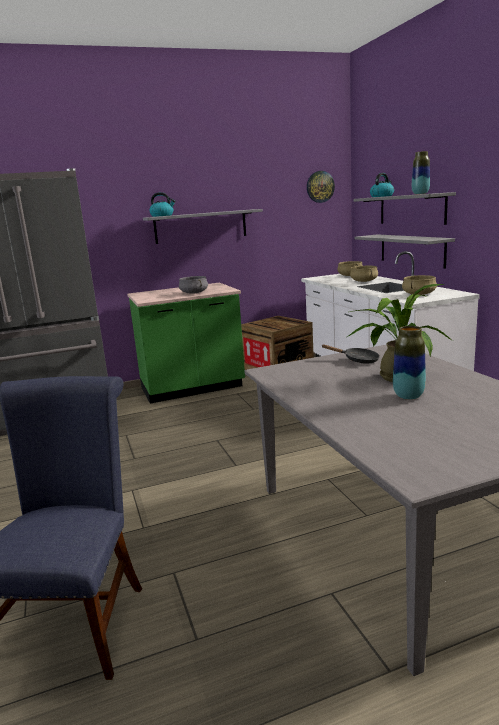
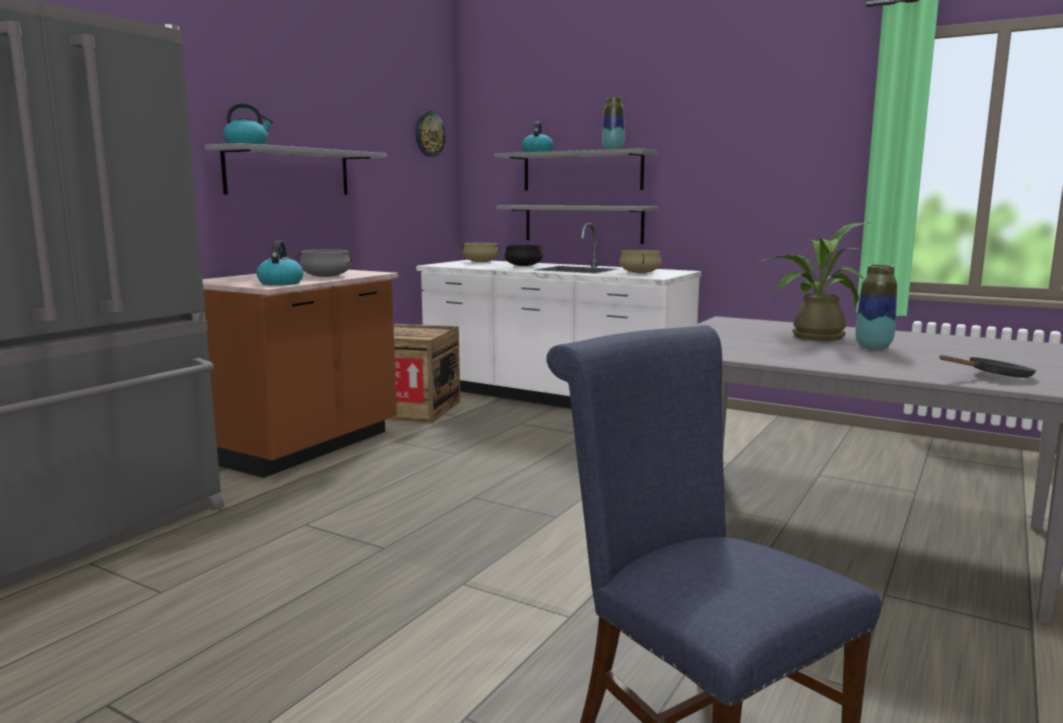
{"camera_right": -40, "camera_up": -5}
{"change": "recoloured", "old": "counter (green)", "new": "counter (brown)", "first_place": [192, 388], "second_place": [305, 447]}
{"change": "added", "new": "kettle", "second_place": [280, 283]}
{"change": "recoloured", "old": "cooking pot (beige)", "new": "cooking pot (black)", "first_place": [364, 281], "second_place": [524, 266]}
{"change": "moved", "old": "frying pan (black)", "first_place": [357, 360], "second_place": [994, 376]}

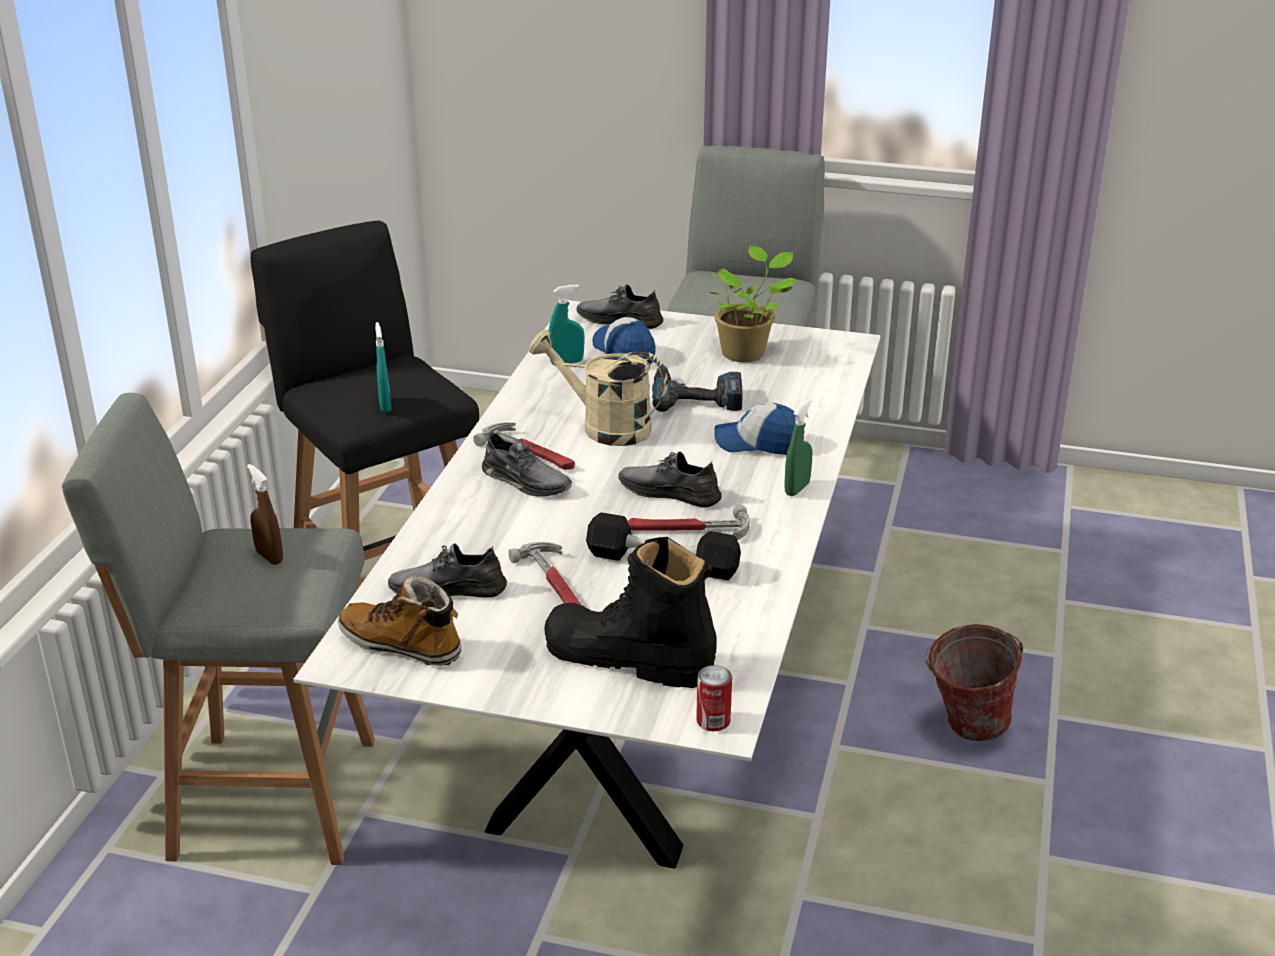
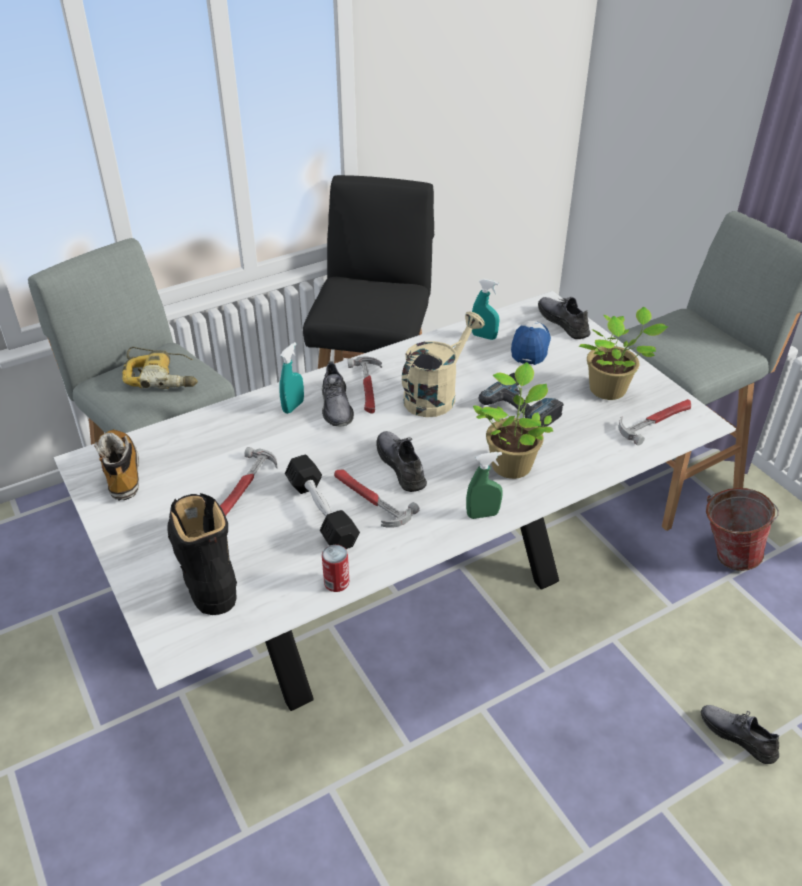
{"camera_right": 45, "camera_up": 10}
{"change": "replaced", "old": "spray bottle (brown)", "new": "power drill", "first_place": [269, 557], "second_place": [162, 376]}
{"change": "moved", "old": "spray bottle (turquoise)", "first_place": [385, 406], "second_place": [293, 406]}
{"change": "moved", "old": "can", "first_place": [713, 721], "second_place": [336, 582]}
{"change": "turned", "old": "watering can (beige)", "first_place": [604, 427], "second_place": [436, 395], "degrees": 60}
{"change": "replaced", "old": "cap", "new": "potted plant", "first_place": [757, 443], "second_place": [511, 463]}
{"change": "added", "new": "hammer", "second_place": [655, 421]}
{"change": "moved", "old": "shoe (grey)", "first_place": [448, 589], "second_place": [738, 736]}
{"change": "moved", "old": "bucket", "first_place": [964, 728], "second_place": [726, 554]}

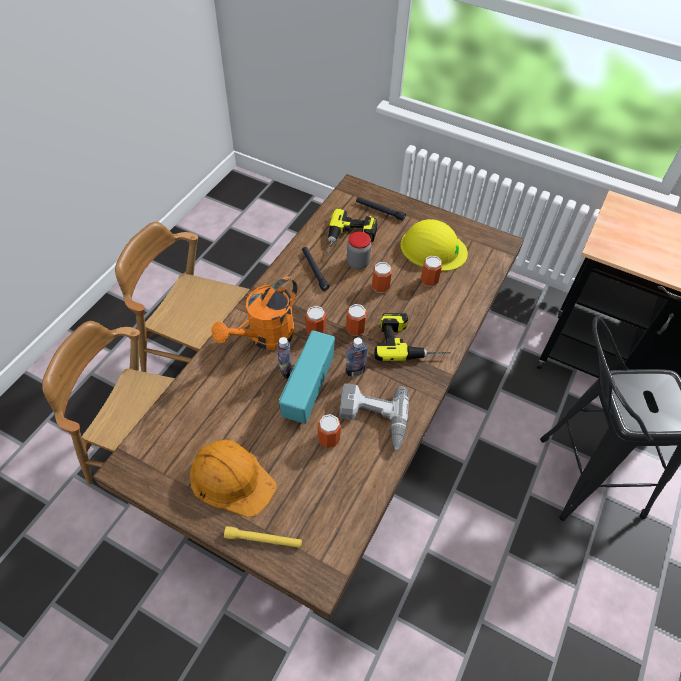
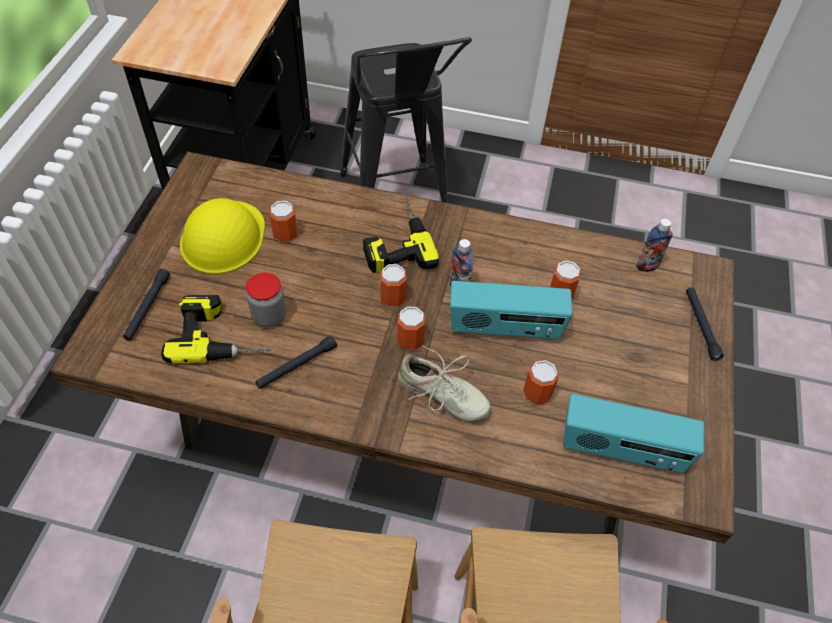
{"camera_right": -105, "camera_up": 0}
{"change": "replaced", "old": "watering can (orange)", "new": "shoe (beige)", "first_place": [265, 338], "second_place": [442, 396]}
{"change": "moved", "old": "can", "first_place": [380, 287], "second_place": [537, 393]}
{"change": "added", "new": "radio", "second_place": [621, 450]}
{"change": "moved", "old": "bottle", "first_place": [285, 371], "second_place": [647, 266]}
{"change": "recoloured", "old": "flashlight (yellow)", "new": "flashlight (black)", "first_place": [263, 539], "second_place": [701, 326]}
{"change": "removed", "old": "hard hat (orange)", "first_place": [231, 478]}
{"change": "removed", "old": "power drill", "first_place": [372, 419]}

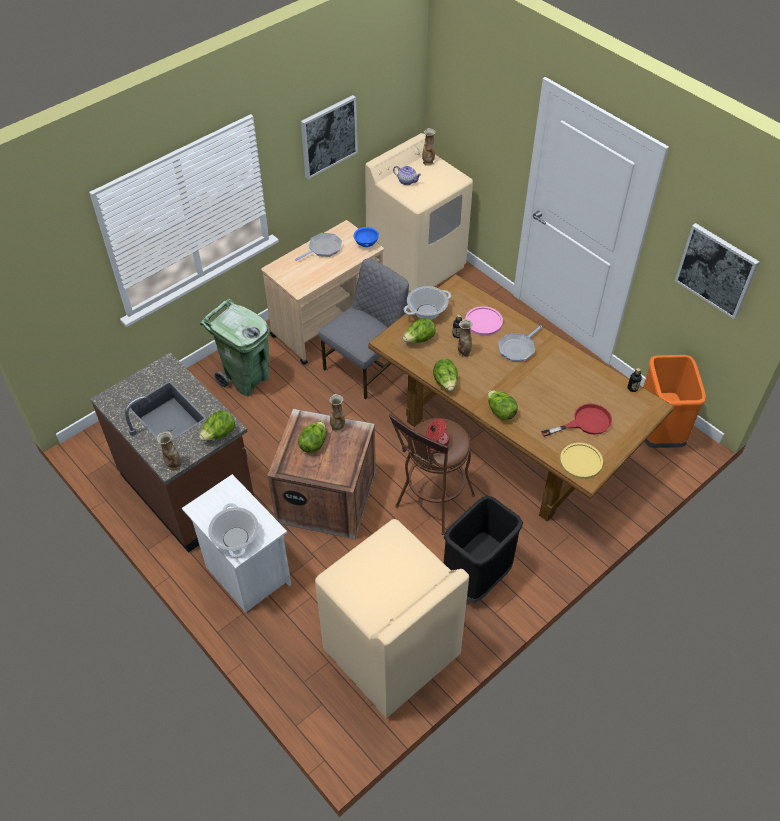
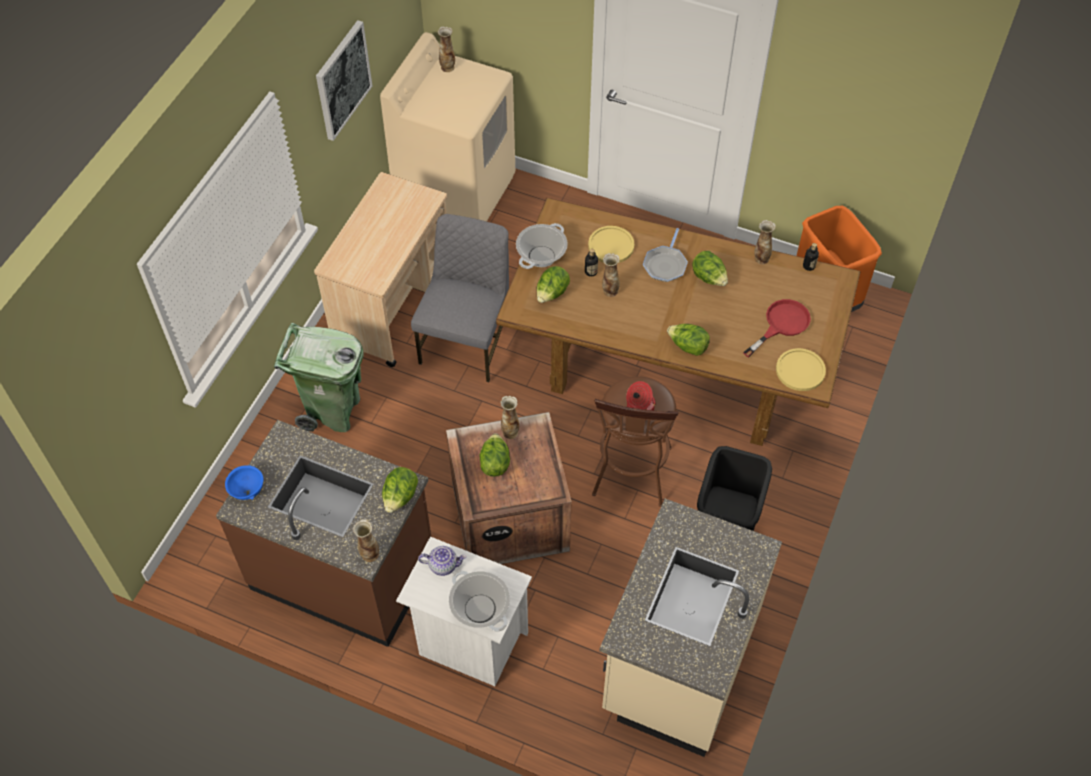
{"camera_right": -25, "camera_up": 5}
{"change": "moved", "old": "bowl (blue)", "first_place": [366, 244], "second_place": [247, 491]}
{"change": "moved", "old": "teapot", "first_place": [407, 181], "second_place": [443, 565]}
{"change": "recoloured", "old": "plate (pink)", "new": "plate (yellow)", "first_place": [483, 322], "second_place": [611, 245]}
{"change": "replaced", "old": "washing machine (beige)", "new": "counter (beige)", "first_place": [390, 655], "second_place": [678, 663]}
{"change": "moved", "old": "lettuce", "first_place": [445, 382], "second_place": [709, 278]}
{"change": "added", "new": "vase", "second_place": [761, 258]}
{"change": "removed", "old": "frying pan", "first_place": [323, 248]}
{"change": "removed", "old": "picture", "first_place": [716, 270]}

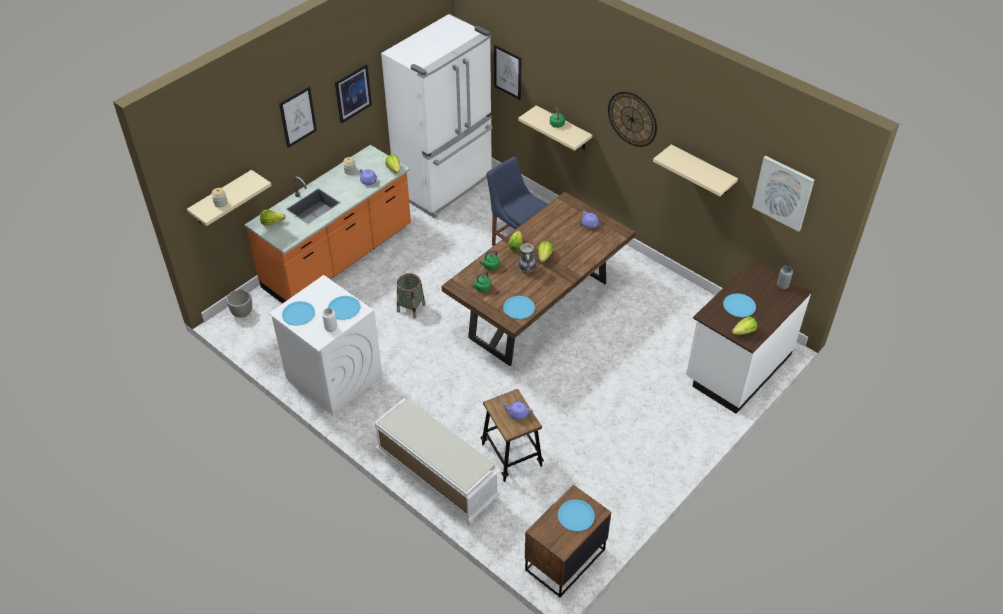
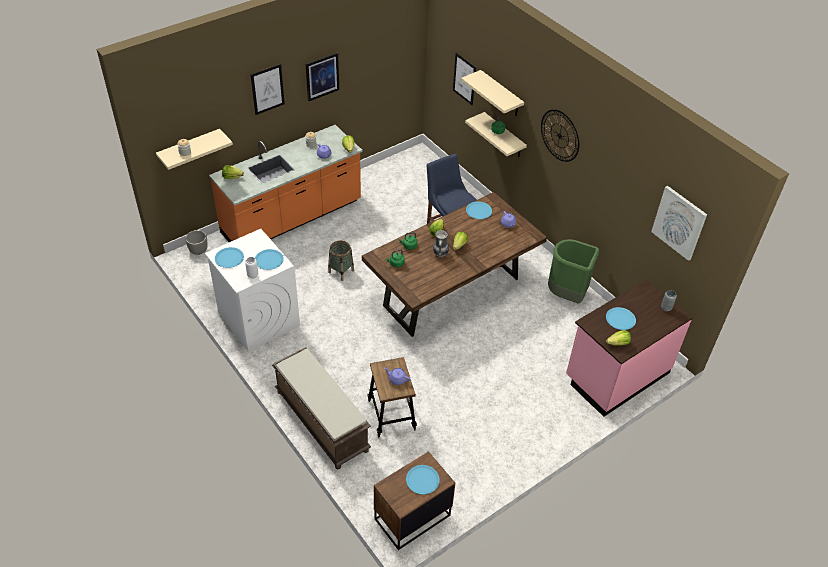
{"camera_right": 10, "camera_up": 0}
{"change": "recoloured", "old": "bench (white)", "new": "bench (brown)", "first_place": [436, 476], "second_place": [320, 420]}
{"change": "moved", "old": "shelf (beige)", "first_place": [702, 170], "second_place": [501, 94]}
{"change": "moved", "old": "plate (blue)", "first_place": [519, 308], "second_place": [478, 211]}
{"change": "added", "new": "trash can (green)", "second_place": [567, 295]}
{"change": "recoloured", "old": "counter (white)", "new": "counter (pink)", "first_place": [737, 367], "second_place": [616, 375]}
{"change": "removed", "old": "fridge (white)", "first_place": [446, 186]}

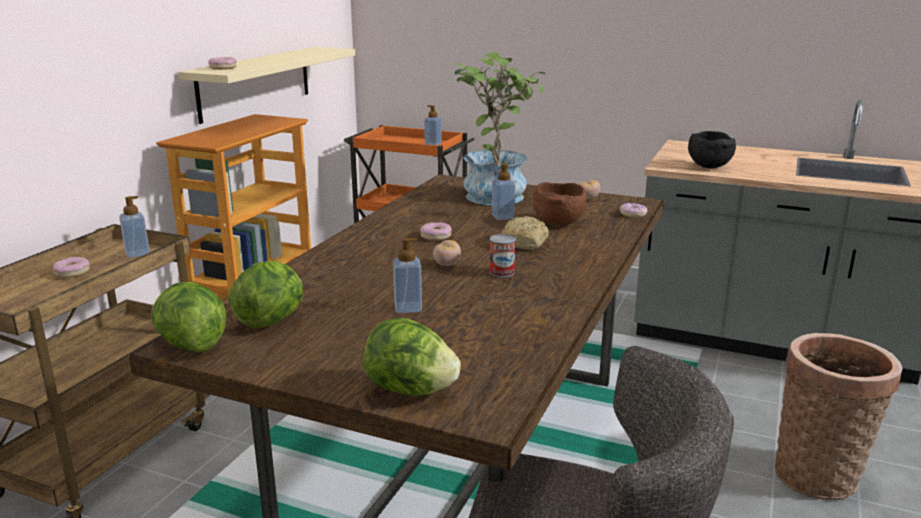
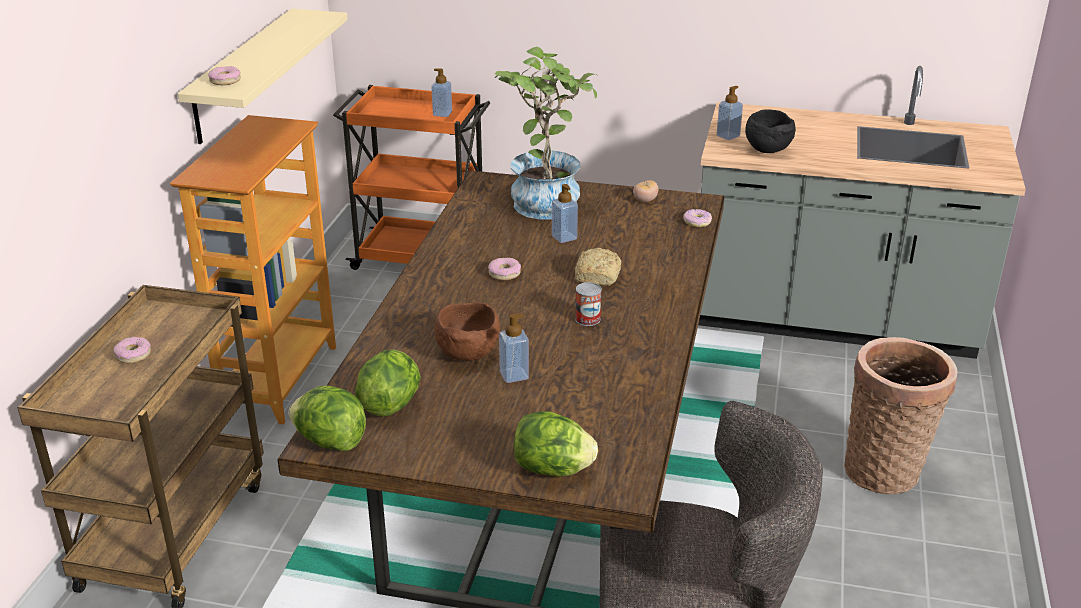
{"camera_right": -10, "camera_up": 10}
{"change": "moved", "old": "bowl (brown)", "first_place": [558, 223], "second_place": [468, 353]}
{"change": "moved", "old": "soap dispenser", "first_place": [137, 253], "second_place": [728, 136]}
{"change": "removed", "old": "tomato", "first_place": [447, 264]}

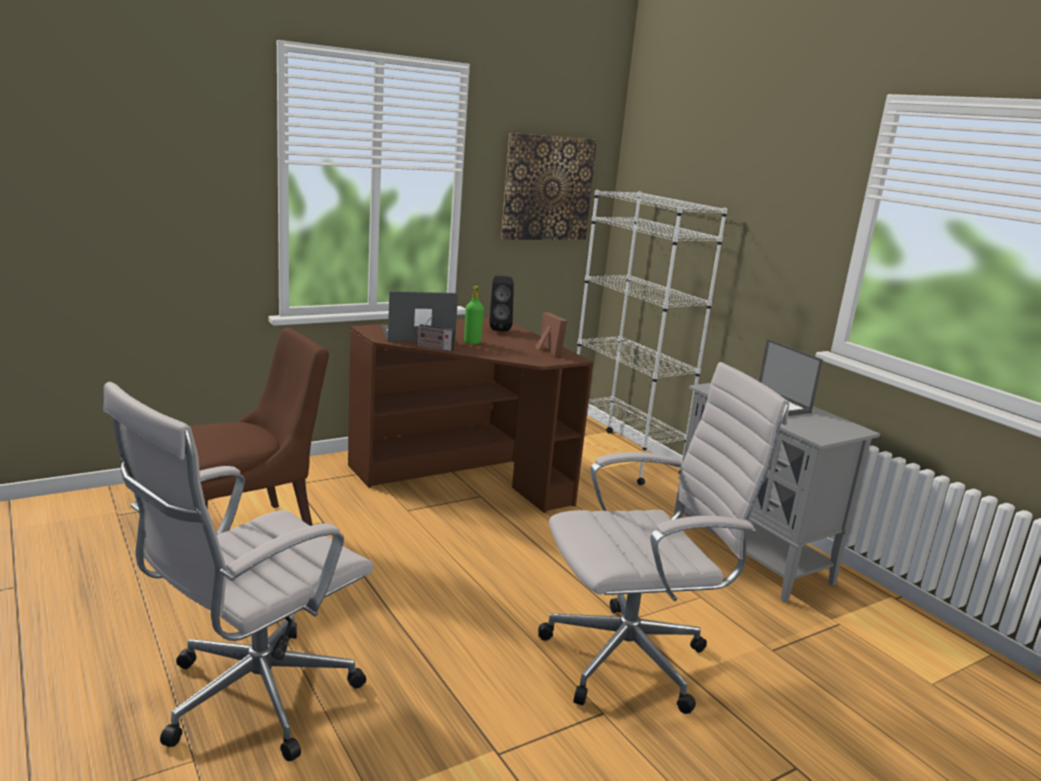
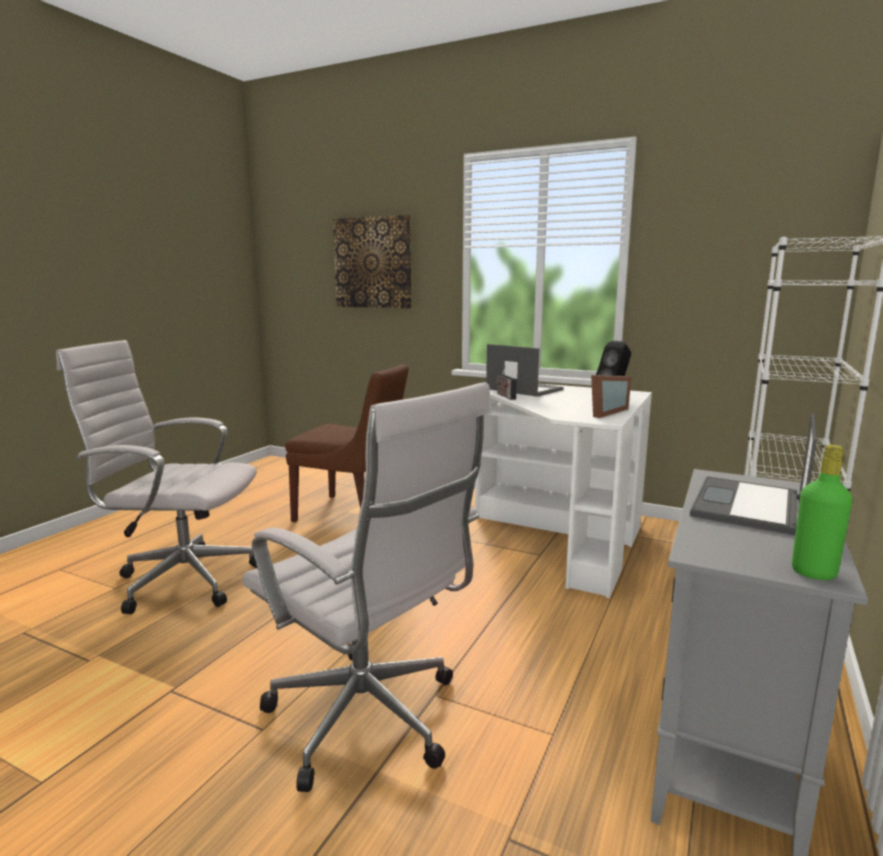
{"camera_right": 60, "camera_up": -5}
{"change": "moved", "old": "picture", "first_place": [547, 188], "second_place": [373, 263]}
{"change": "recoloured", "old": "desk (brown)", "new": "desk (white)", "first_place": [463, 477], "second_place": [556, 538]}
{"change": "moved", "old": "bottle (green)", "first_place": [472, 342], "second_place": [813, 572]}

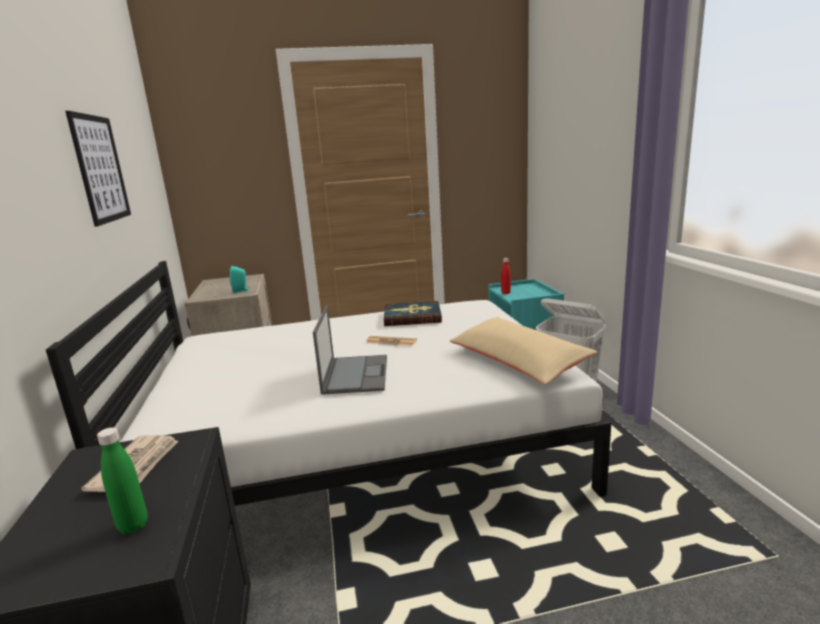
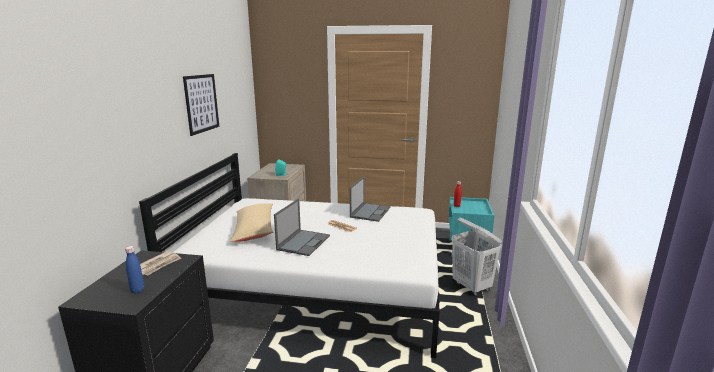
{"camera_right": 20, "camera_up": 0}
{"change": "recoloured", "old": "bottle (green)", "new": "bottle (blue)", "first_place": [133, 526], "second_place": [137, 290]}
{"change": "moved", "old": "pillow (beige)", "first_place": [517, 361], "second_place": [254, 229]}
{"change": "replaced", "old": "book", "new": "laptop", "first_place": [412, 317], "second_place": [370, 212]}

